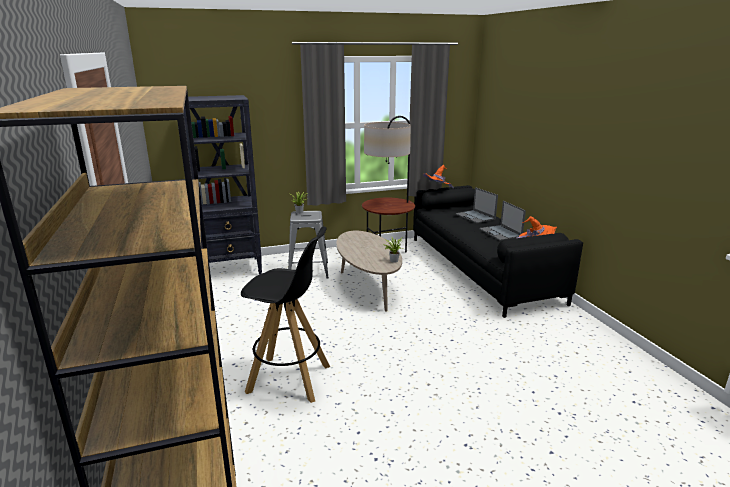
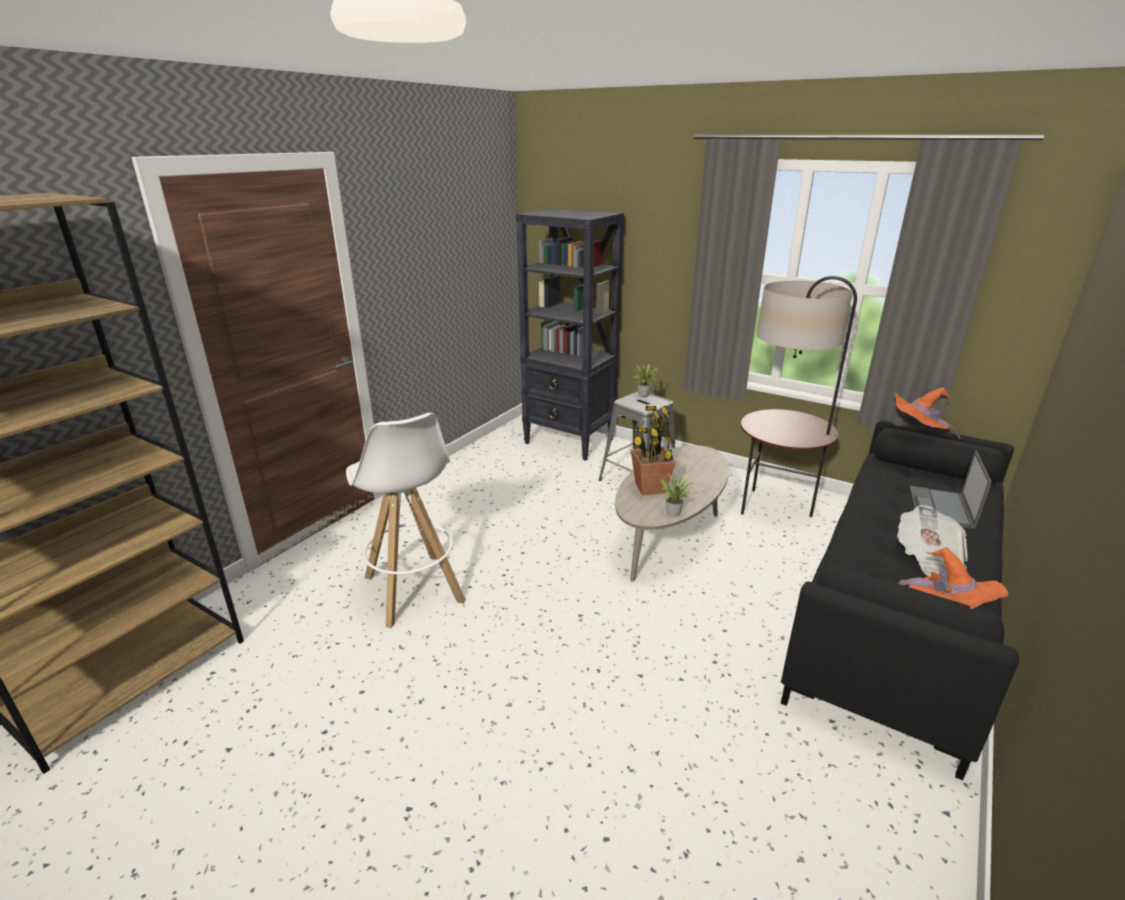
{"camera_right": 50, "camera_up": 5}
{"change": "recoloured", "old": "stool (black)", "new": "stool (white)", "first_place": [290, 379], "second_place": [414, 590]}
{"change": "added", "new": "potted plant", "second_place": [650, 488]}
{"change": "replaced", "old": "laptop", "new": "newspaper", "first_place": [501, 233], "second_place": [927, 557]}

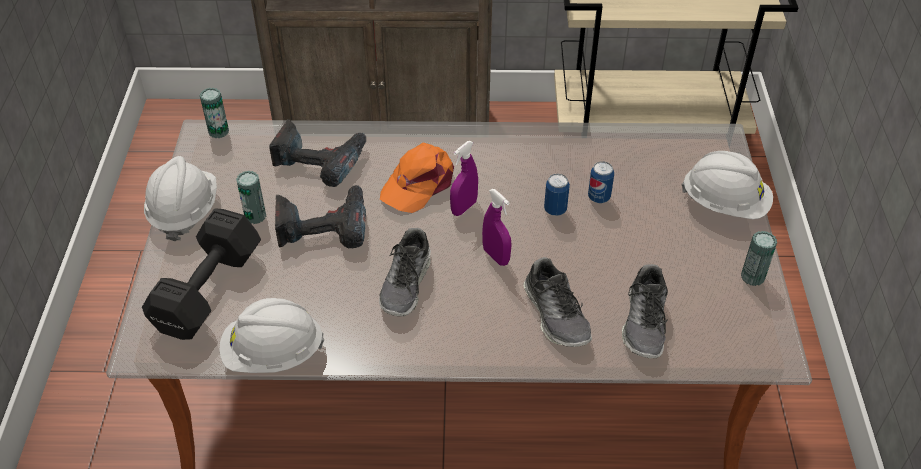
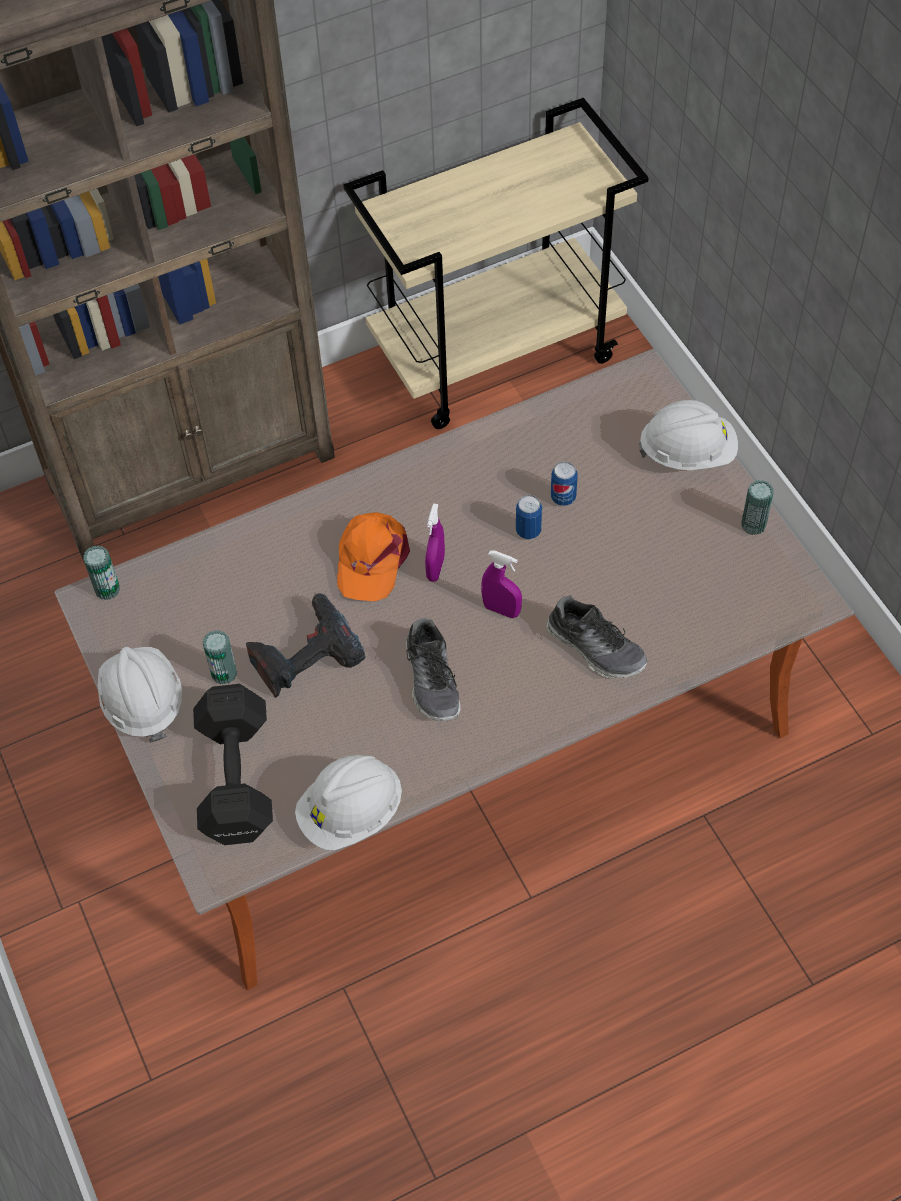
{"camera_right": -25, "camera_up": 10}
{"change": "removed", "old": "power drill", "first_place": [320, 160]}
{"change": "removed", "old": "shoe", "first_place": [645, 323]}

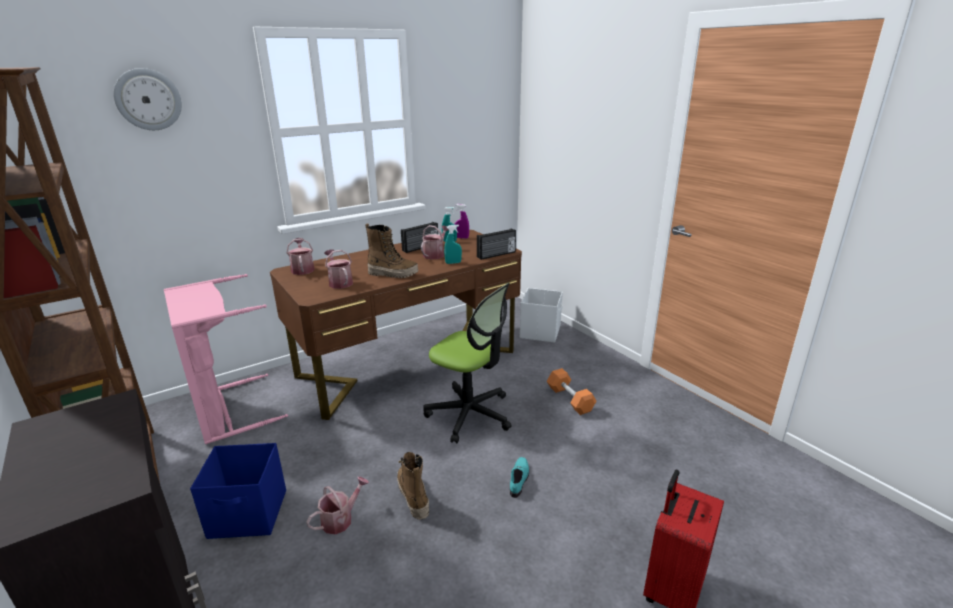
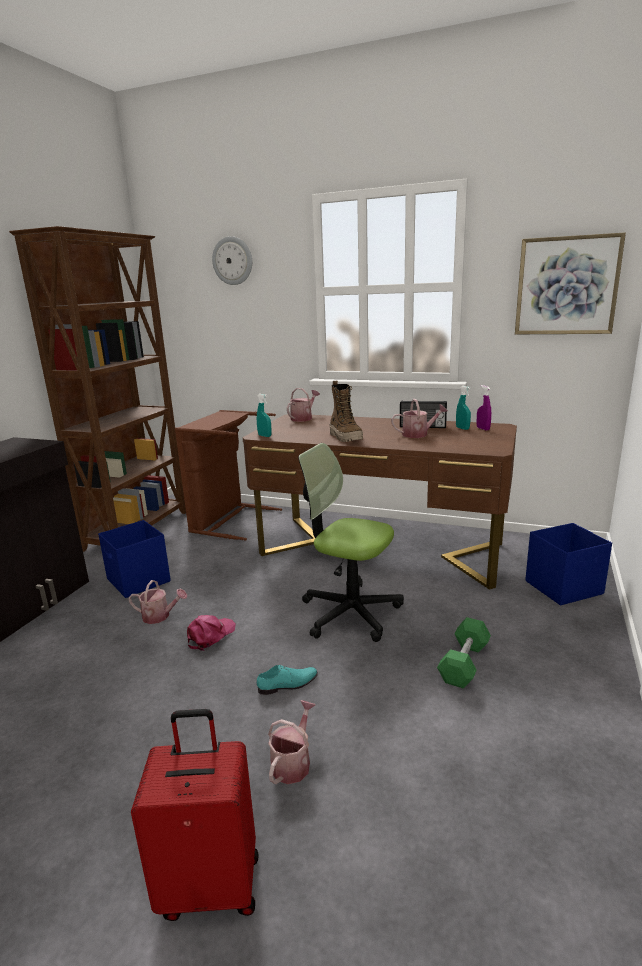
{"camera_right": 55, "camera_up": -5}
{"change": "recoloured", "old": "laundry basket (pink)", "new": "laundry basket (brown)", "first_place": [226, 411], "second_place": [228, 520]}
{"change": "replaced", "old": "boot", "new": "cap (pink)", "first_place": [413, 496], "second_place": [210, 635]}
{"change": "moved", "old": "spray bottle (turquoise)", "first_place": [453, 263], "second_place": [264, 436]}
{"change": "moved", "old": "watering can", "first_place": [339, 282], "second_place": [293, 762]}
{"change": "turned", "old": "office chair", "first_place": [470, 414], "second_place": [350, 612], "degrees": 120}
{"change": "recoloured", "old": "dumbbell (orange)", "new": "dumbbell (green)", "first_place": [570, 399], "second_place": [464, 663]}
{"change": "added", "new": "picture", "second_place": [566, 286]}
{"change": "recoloured", "old": "storage box (white)", "new": "storage box (blue)", "first_place": [540, 331], "second_place": [564, 587]}
{"change": "removed", "old": "radio", "first_place": [496, 255]}

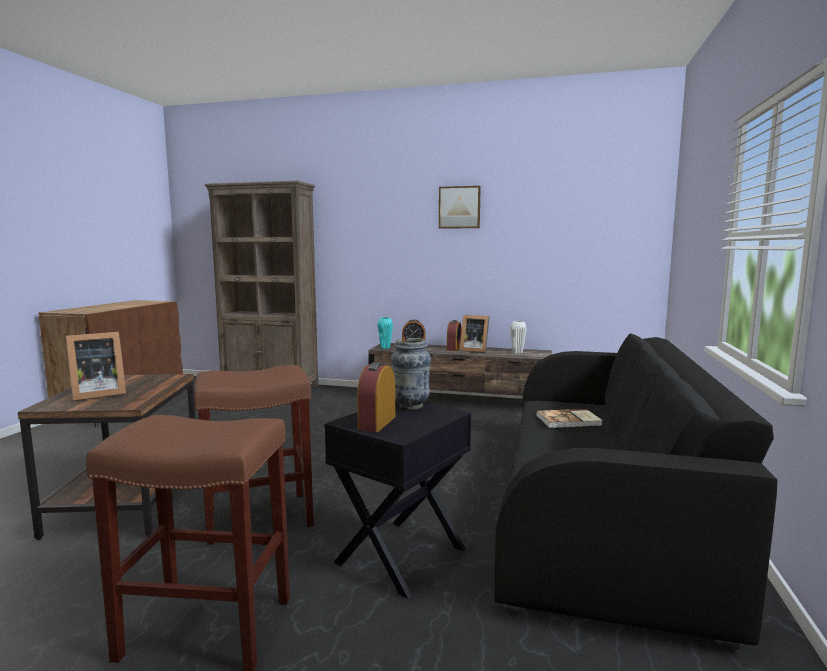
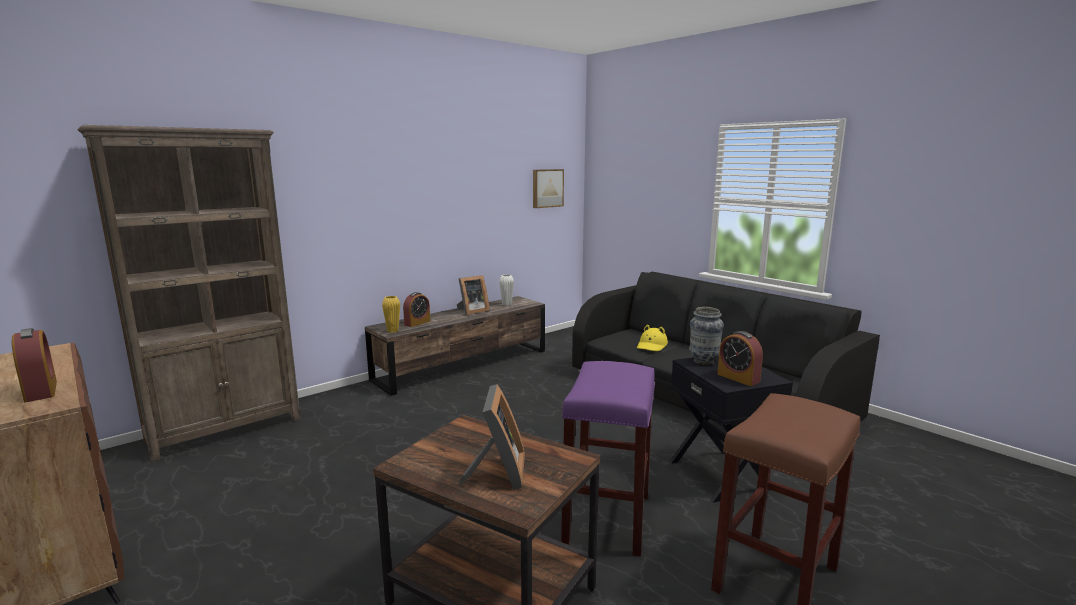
{"camera_right": -55, "camera_up": 5}
{"change": "moved", "old": "alarm clock", "first_place": [454, 348], "second_place": [41, 391]}
{"change": "recoloured", "old": "vase (turquoise)", "new": "vase (yellow)", "first_place": [385, 347], "second_place": [393, 331]}
{"change": "moved", "old": "picture", "first_place": [459, 207], "second_place": [547, 188]}
{"change": "recoloured", "old": "stool (brown)", "new": "stool (purple)", "first_place": [260, 516], "second_place": [606, 517]}
{"change": "replaced", "old": "book", "new": "hat (yellow)", "first_place": [569, 420], "second_place": [652, 345]}

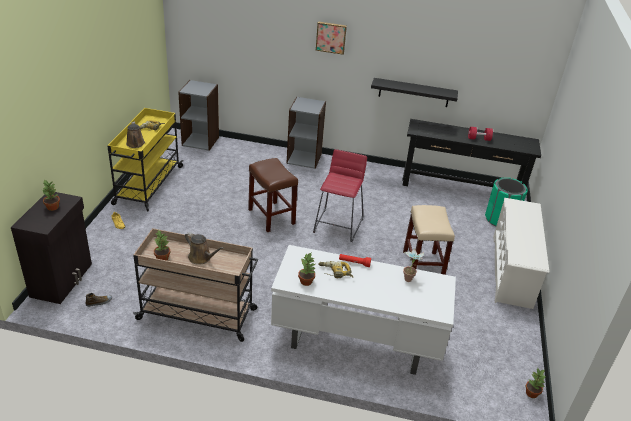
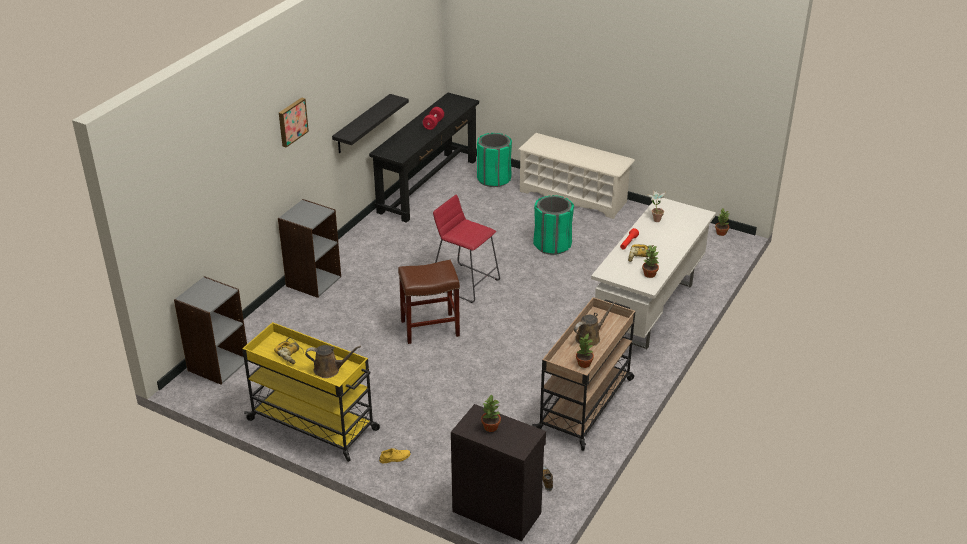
{"camera_right": -70, "camera_up": 0}
{"change": "replaced", "old": "stool (beige)", "new": "trash can (green)", "first_place": [423, 266], "second_place": [552, 245]}

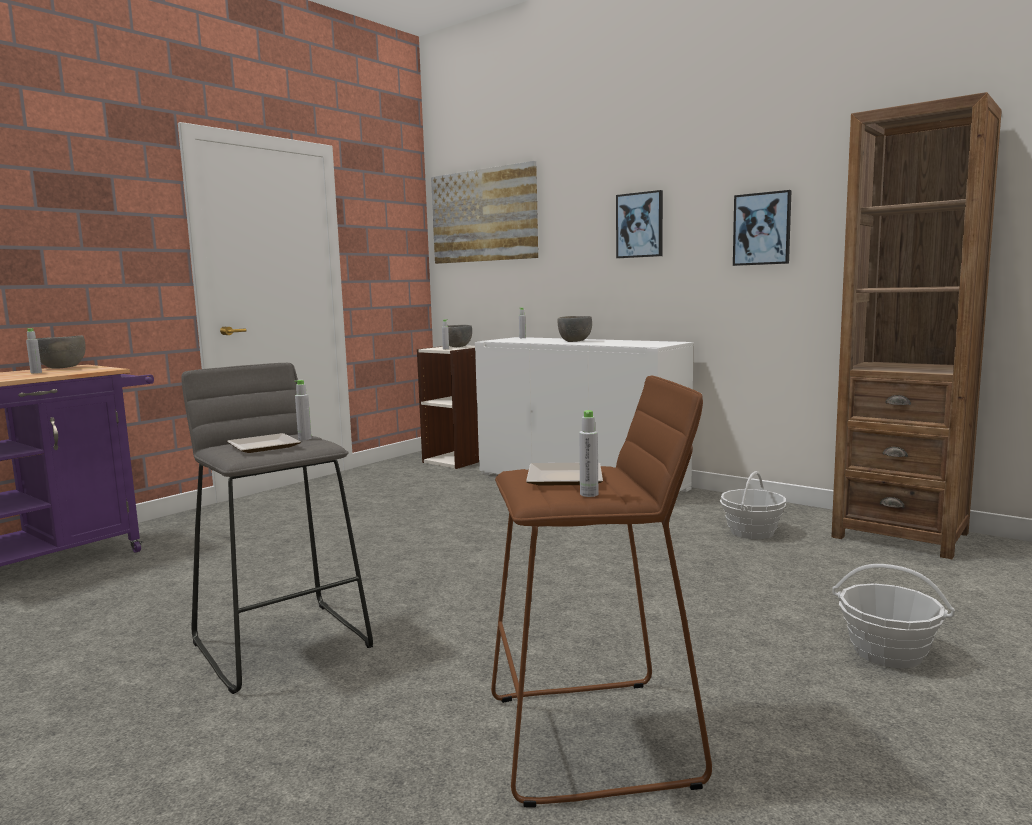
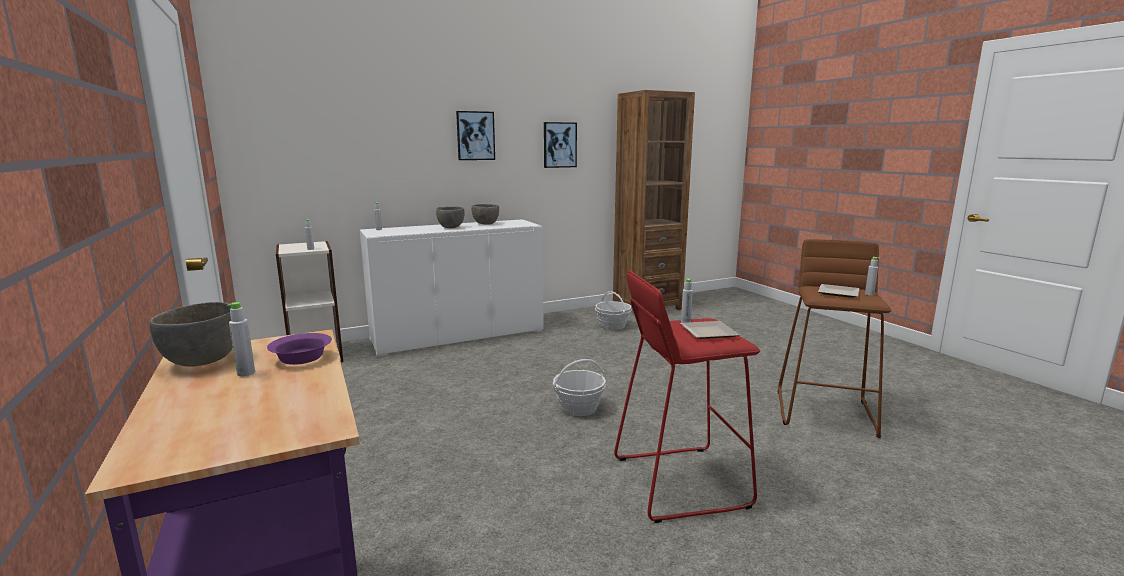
{"camera_right": -65, "camera_up": 5}
{"change": "added", "new": "bowl (purple)", "second_place": [302, 359]}
{"change": "moved", "old": "bowl (grey)", "first_place": [457, 346], "second_place": [485, 224]}
{"change": "moved", "old": "basket", "first_place": [887, 652], "second_place": [579, 408]}
{"change": "recoloured", "old": "stool (grey)", "new": "stool (red)", "first_place": [284, 644], "second_place": [679, 481]}
{"change": "removed", "old": "picture", "first_place": [483, 215]}

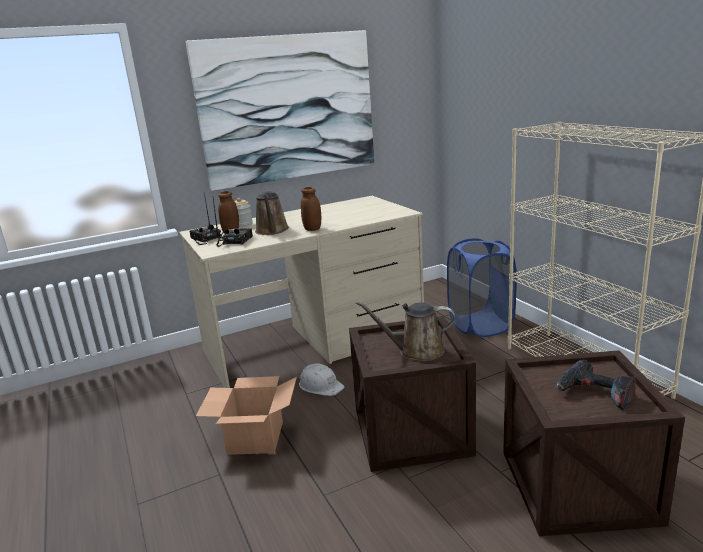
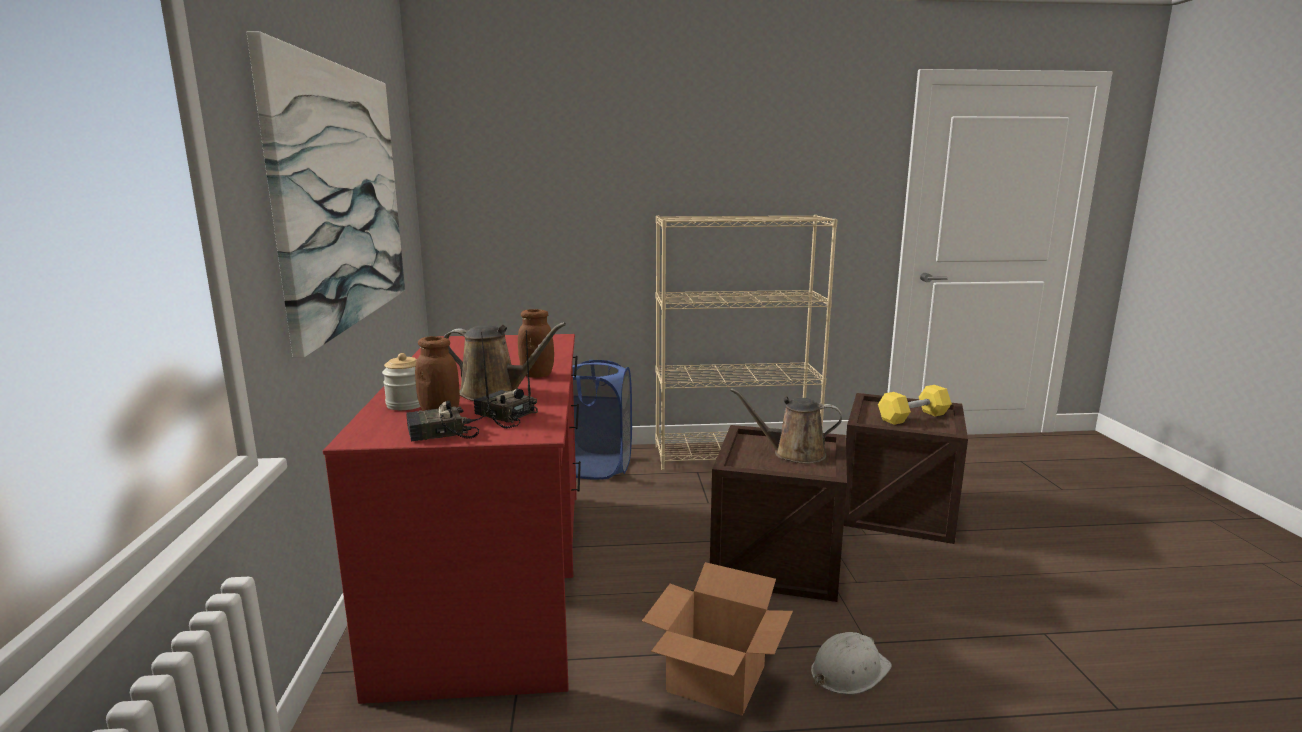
{"camera_right": -70, "camera_up": -5}
{"change": "recoloured", "old": "desk (beige)", "new": "desk (red)", "first_place": [315, 343], "second_place": [495, 576]}
{"change": "turned", "old": "watering can (brown)", "first_place": [416, 351], "second_place": [793, 453], "degrees": 75}
{"change": "moved", "old": "hard hat (white)", "first_place": [320, 385], "second_place": [849, 671]}
{"change": "replaced", "old": "power drill", "new": "dumbbell (yellow)", "first_place": [594, 393], "second_place": [913, 417]}

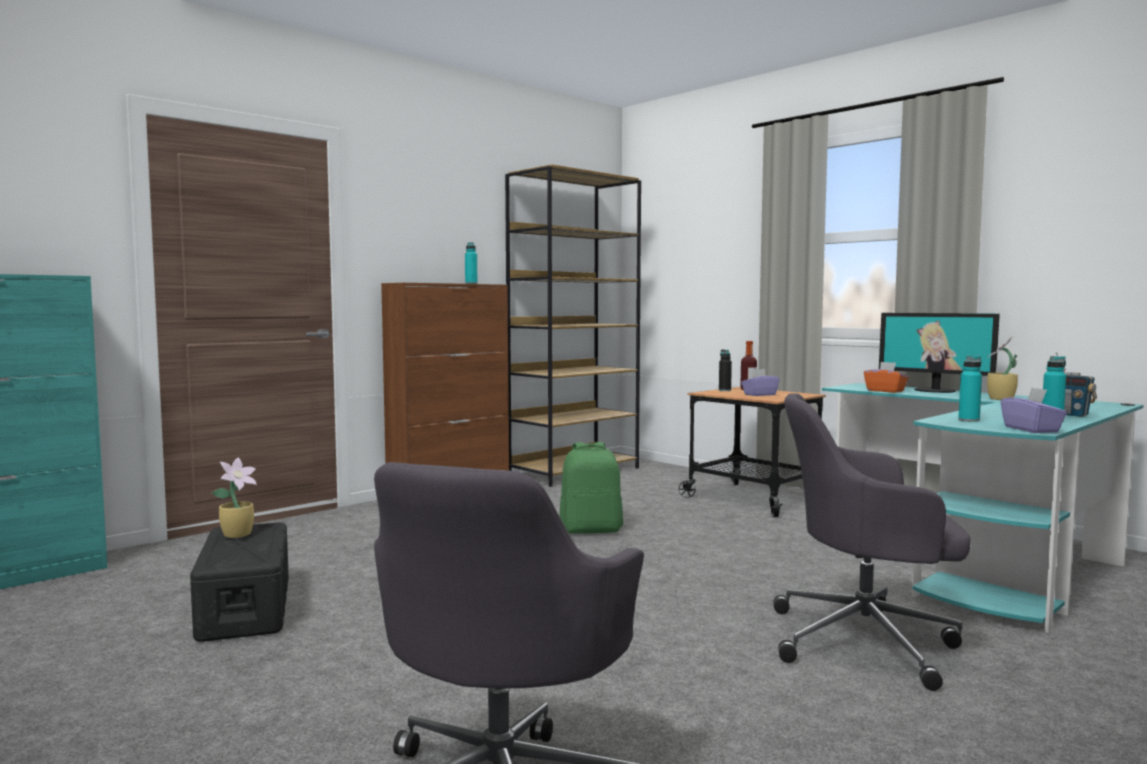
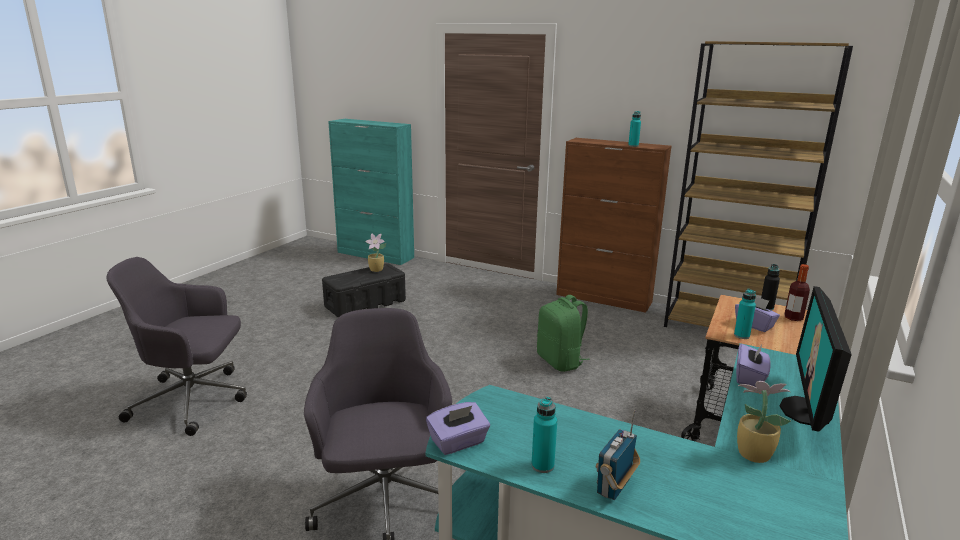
{"camera_right": 70, "camera_up": 15}
{"change": "moved", "old": "bottle (turquoise)", "first_place": [968, 420], "second_place": [741, 336]}
{"change": "recoloured", "old": "tissue box (orange)", "new": "tissue box (purple)", "first_place": [885, 391], "second_place": [750, 378]}

